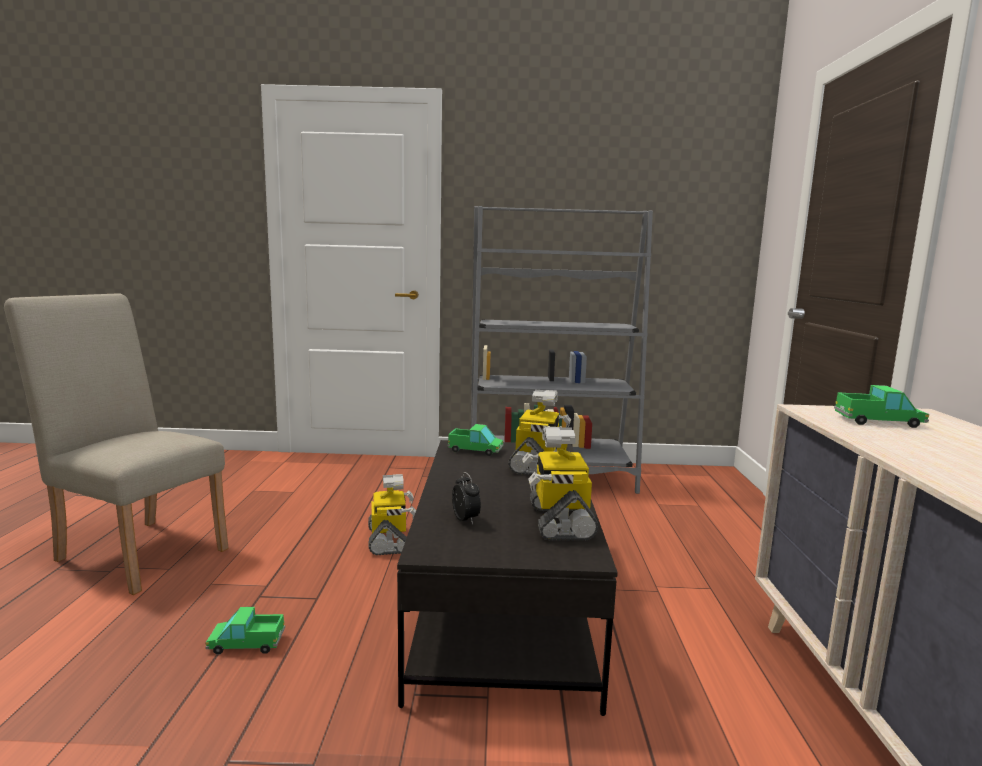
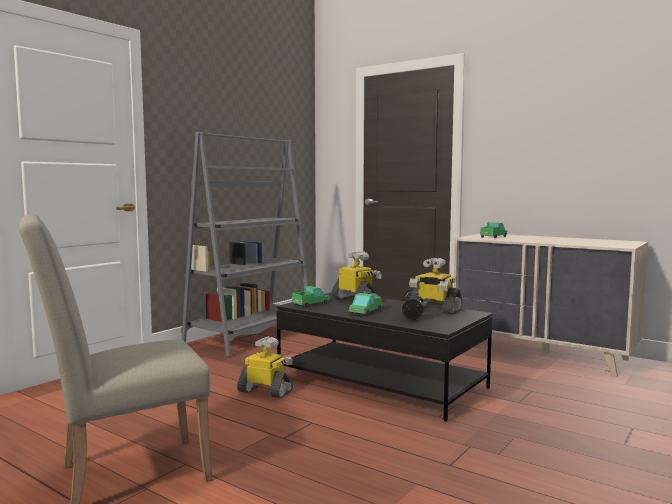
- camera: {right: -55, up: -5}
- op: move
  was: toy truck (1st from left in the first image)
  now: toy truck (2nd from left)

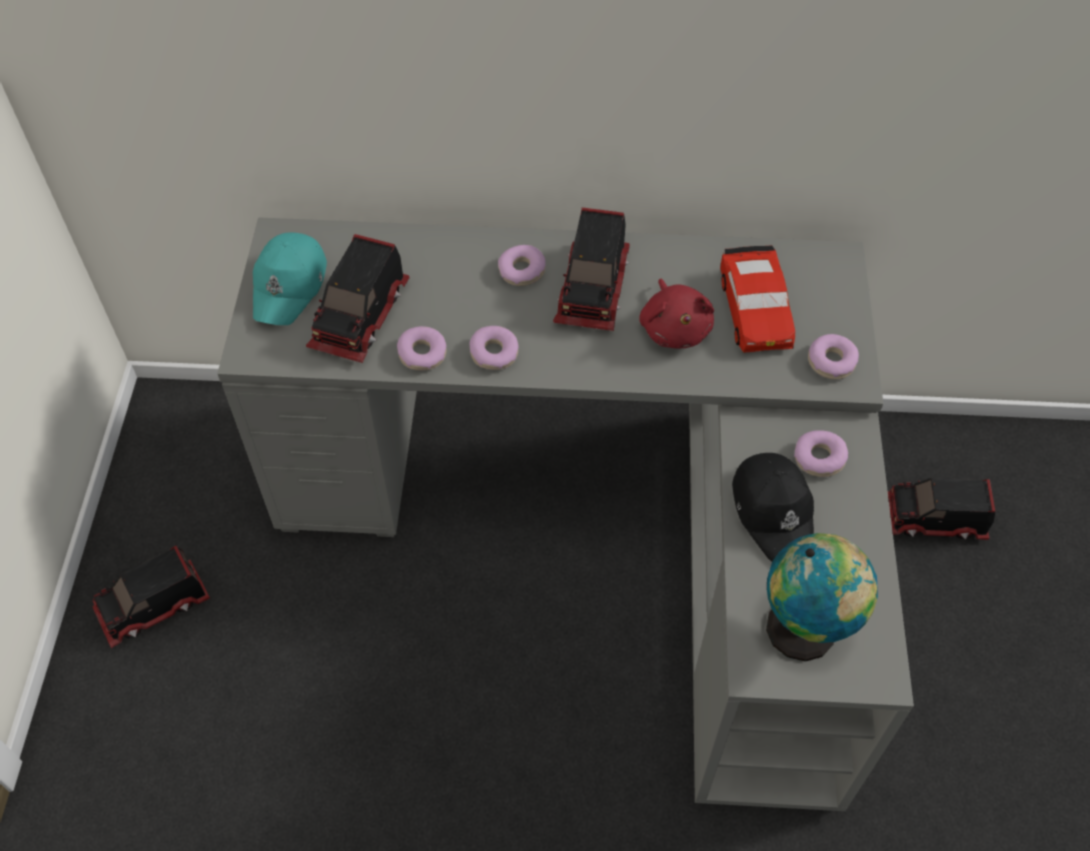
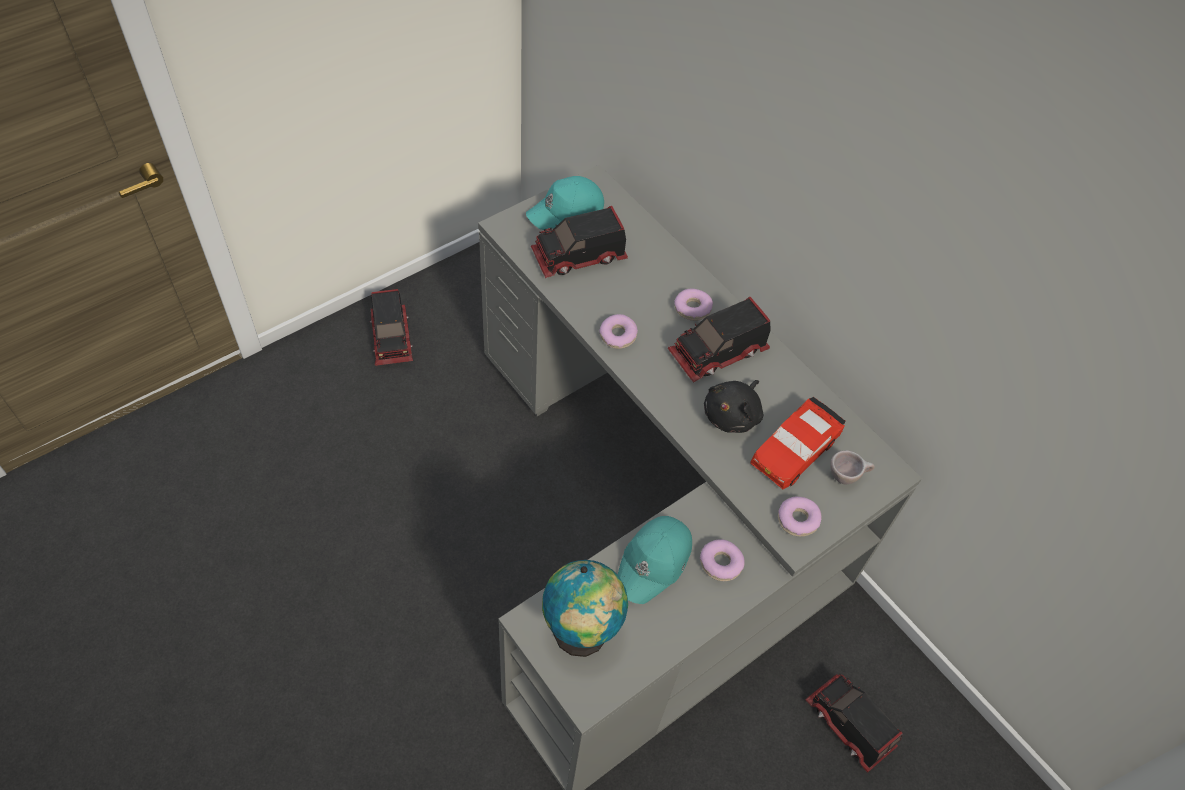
- camera: {right: 45, up: 0}
- op: rotate
  was: toy truck (1st from left)
  clockwise: -120
- op: recolor
  was: black cap
  now: turquoise cap (2nd from left)
- op: recolor
  was: red plush toy
  now: black plush toy
- op: insert
  now: beige cup
- op: delete
  was: donut (1st from left)

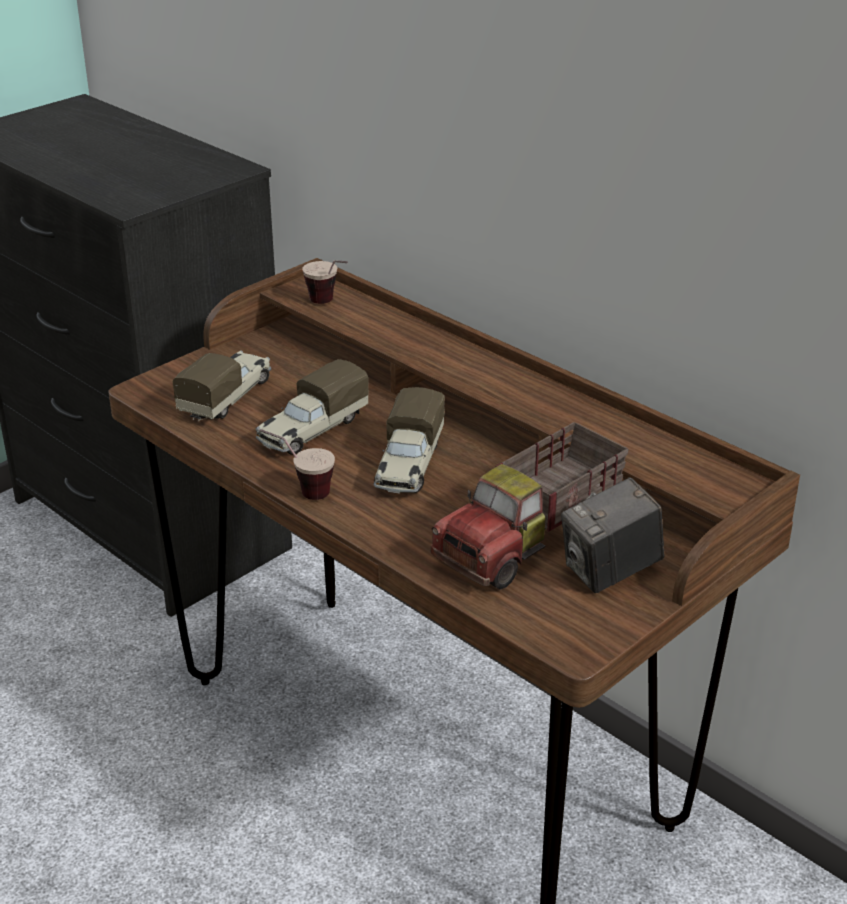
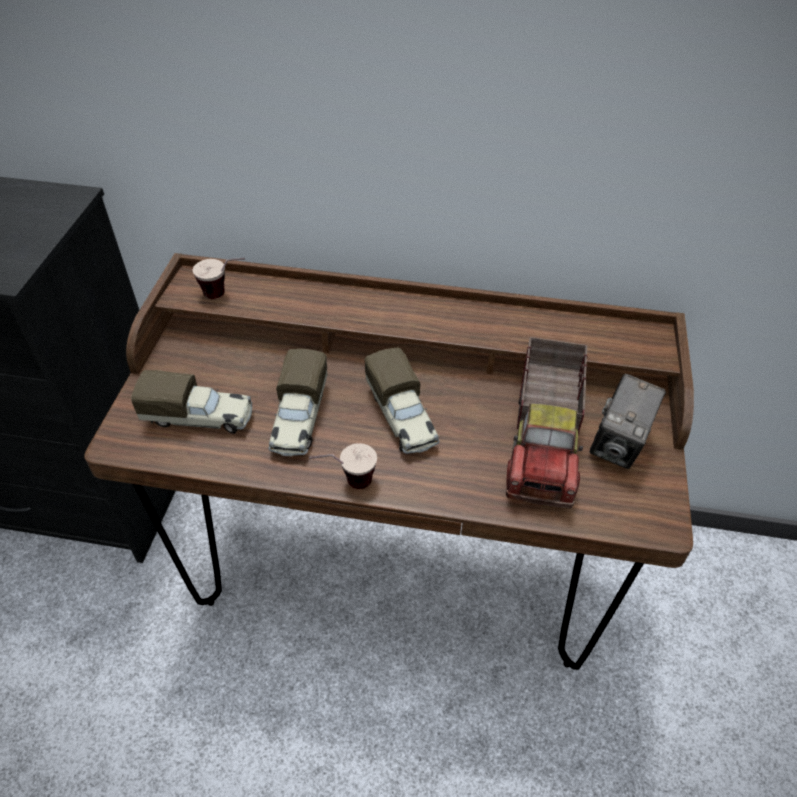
- camera: {right: -35, up: 15}
- op: rotate
  was: toy truck (1st from left)
  clockwise: 105

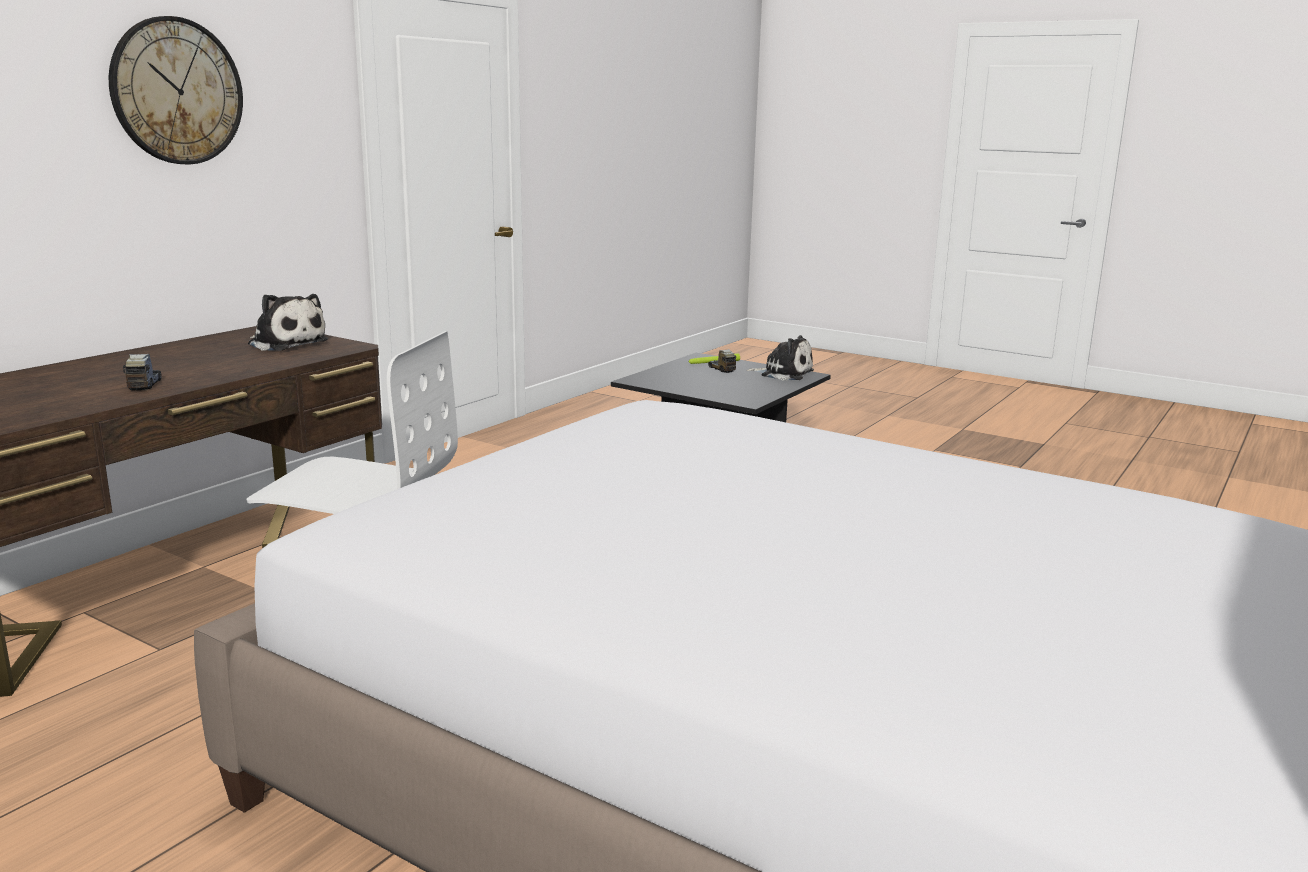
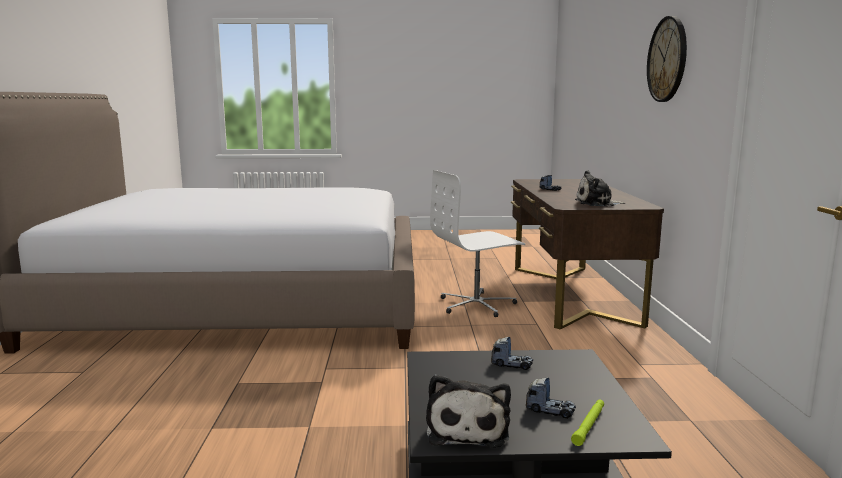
- camera: {right: 145, up: -5}
- op: rotate
  was: plush toy (2nd from left in the first image)
  clockwise: -75
- op: insert
  now: toy truck (1st from left)

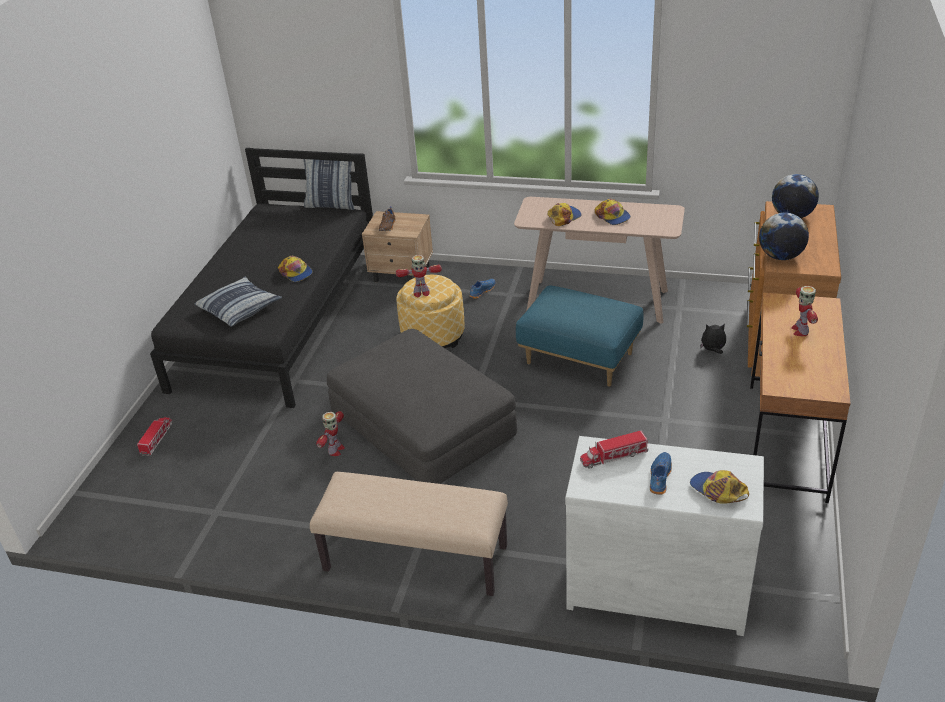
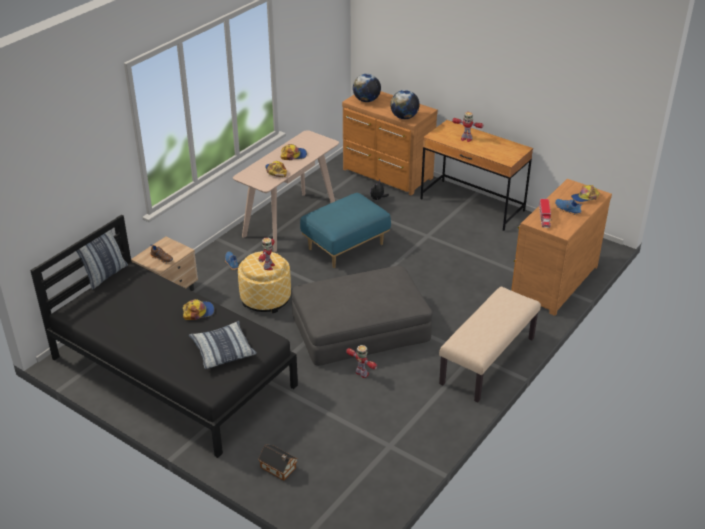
- camera: {right: -70, up: 0}
- op: replace
  was: toy truck (1st from left)
  now: toy house
- op: recolor
  was: white dresser
  now: brown dresser (2nd from left)

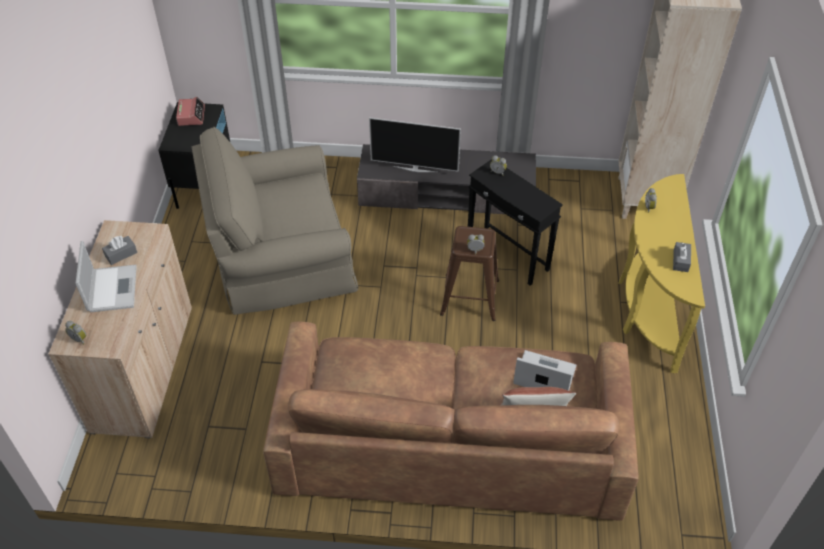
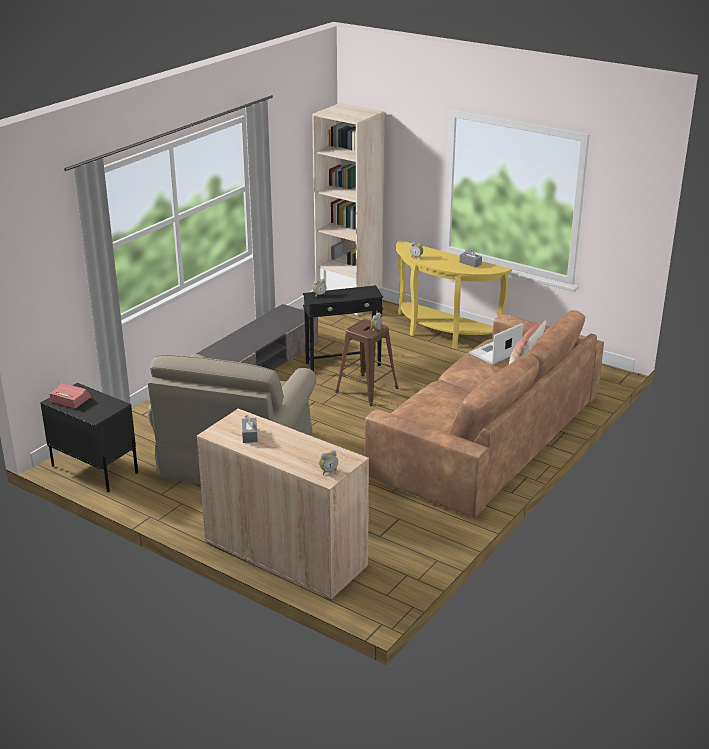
- camera: {right: -60, up: -20}
- op: delete
  was: laptop (1st from left)
- op: delete
  was: television

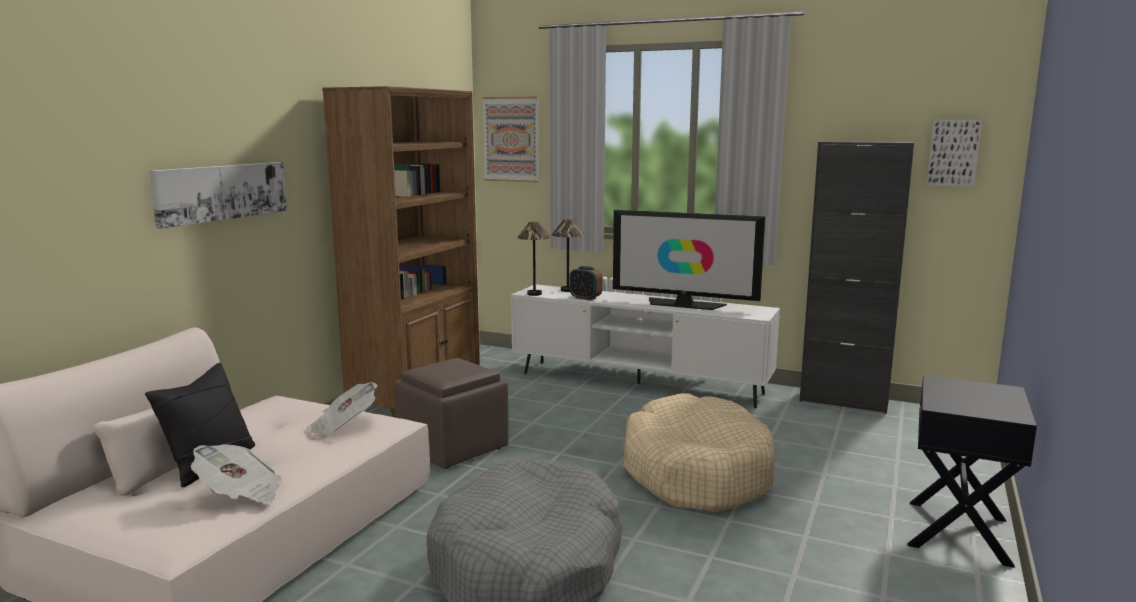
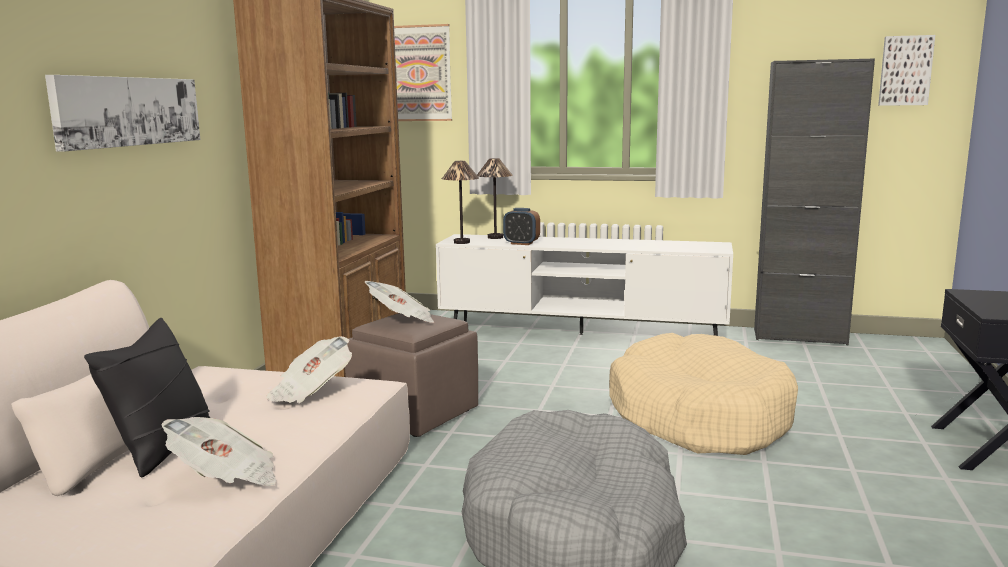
- camera: {right: -10, up: 0}
- op: insert
  now: newspaper (3rd from left)
- op: delete
  was: television

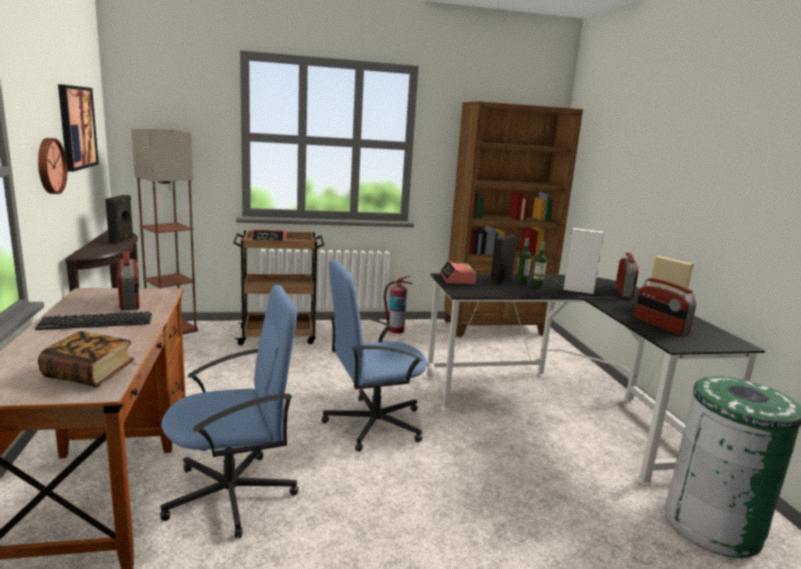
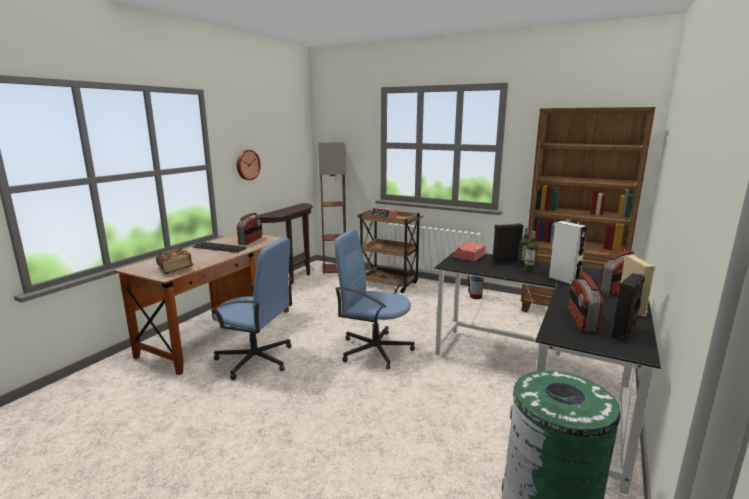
- camera: {right: 40, up: 0}
- op: move
  was: black speaker (1st from left in the first image)
  now: black speaker (2nd from left)
- op: delete
  was: picture

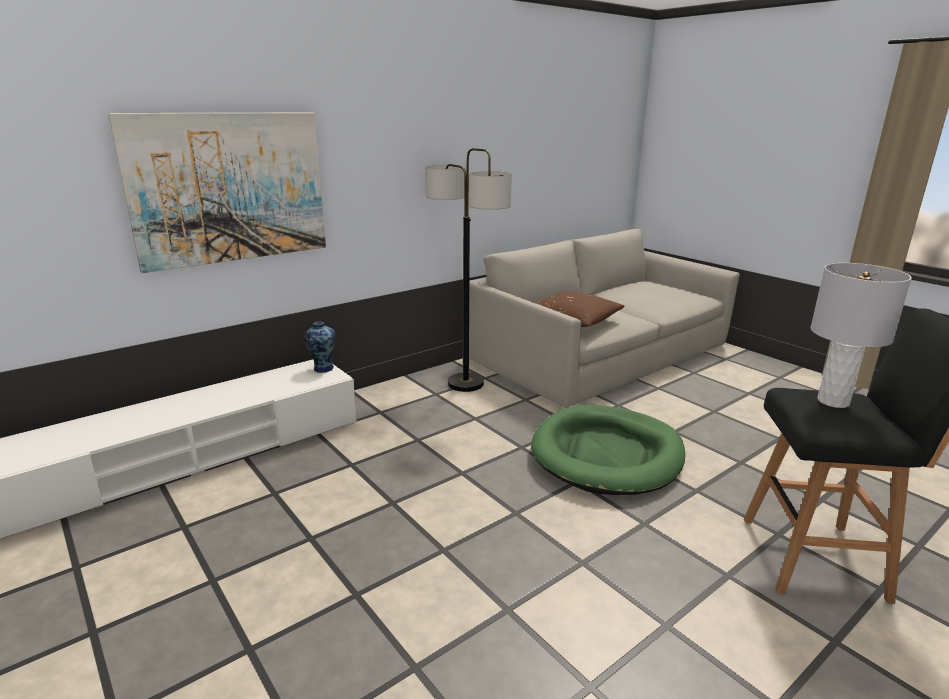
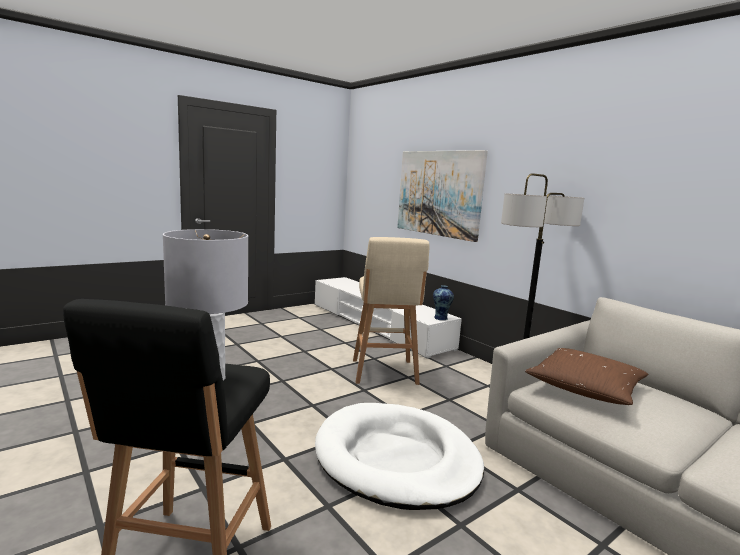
- camera: {right: 90, up: -10}
- op: recolor
  was: green dog bed
  now: white dog bed
- op: insert
  now: beige stool

